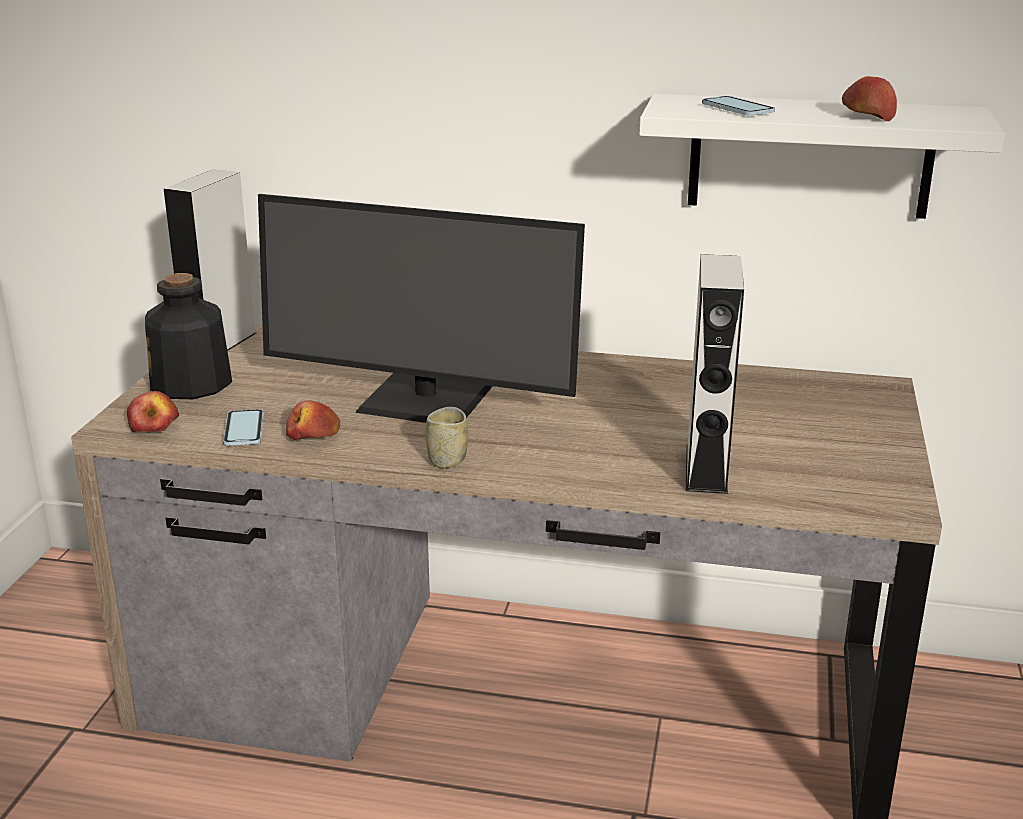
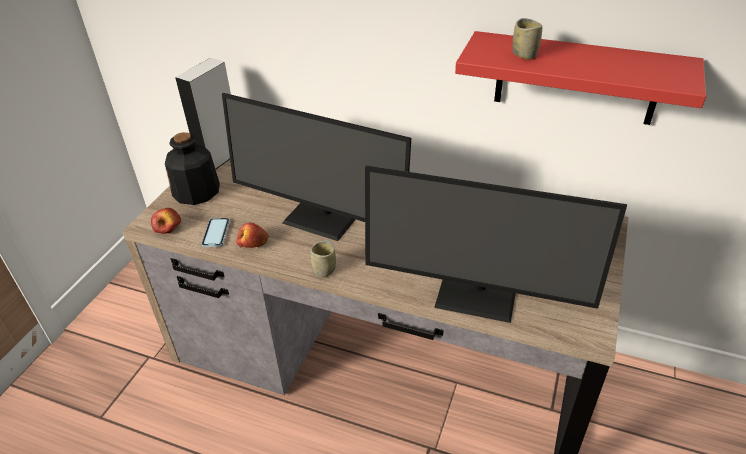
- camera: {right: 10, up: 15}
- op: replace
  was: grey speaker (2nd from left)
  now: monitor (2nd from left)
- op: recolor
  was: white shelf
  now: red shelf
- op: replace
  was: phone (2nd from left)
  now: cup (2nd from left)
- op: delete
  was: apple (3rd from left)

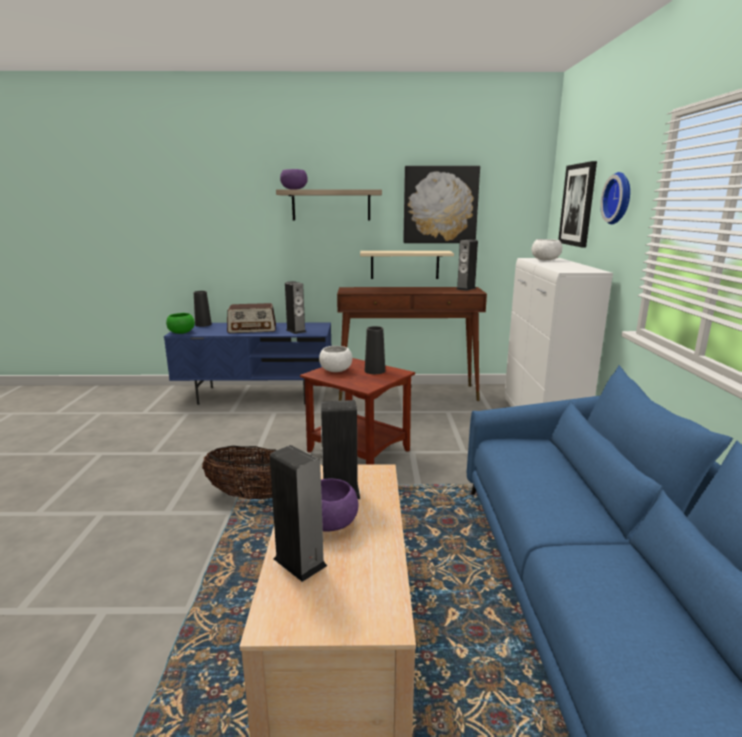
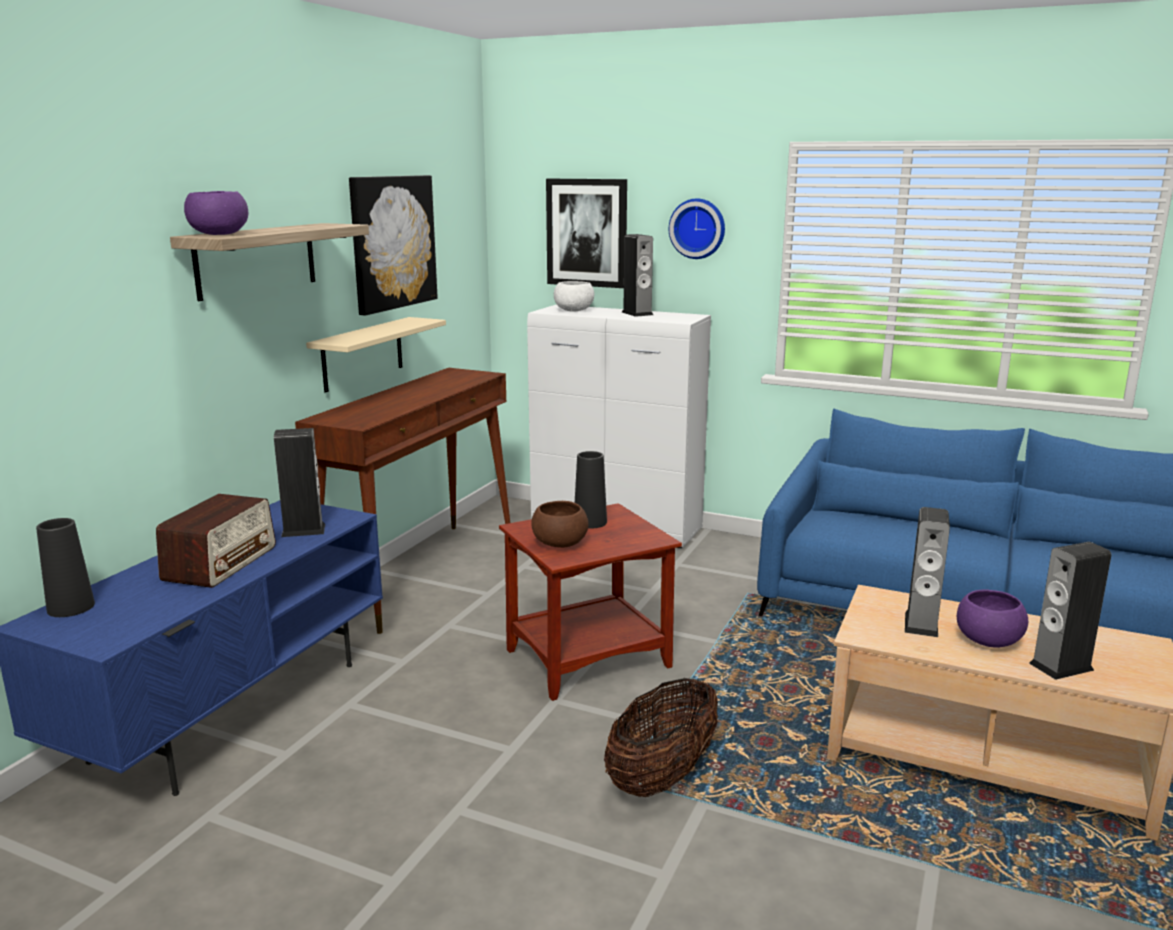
- camera: {right: -65, up: 0}
- op: recolor
  was: white bowl (1st from left)
  now: brown bowl
- op: move
  was: speaker (4th from left in the first image)
  now: speaker (2nd from left)
- op: delete
  was: green bowl

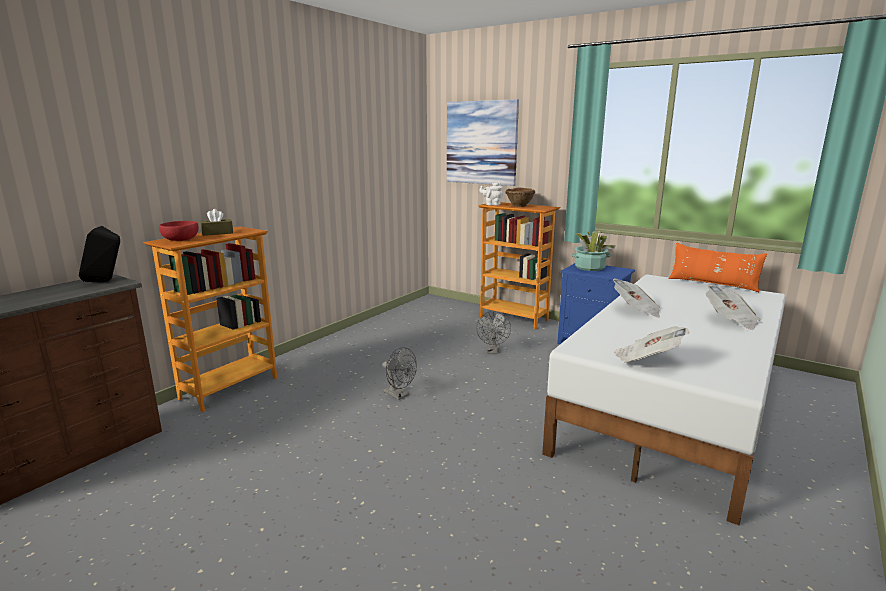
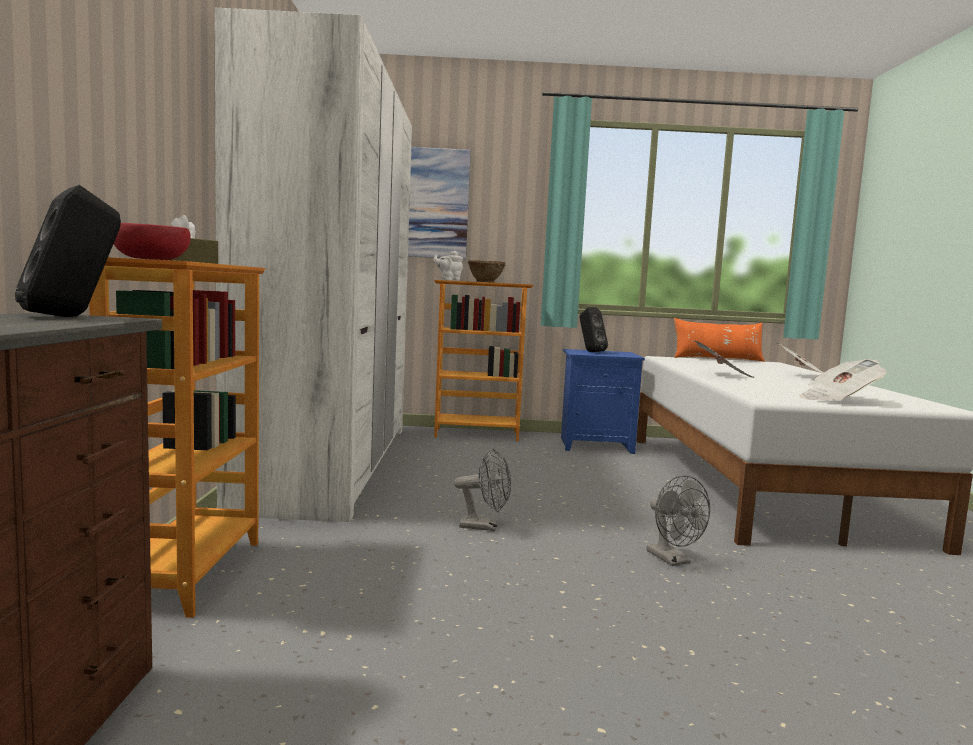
- camera: {right: -35, up: -10}
- op: insert
  now: white wardrobe
- op: replace
  was: potted plant
  now: black speaker (2nd from left)
- op: move
  was: grey fan (2nd from left)

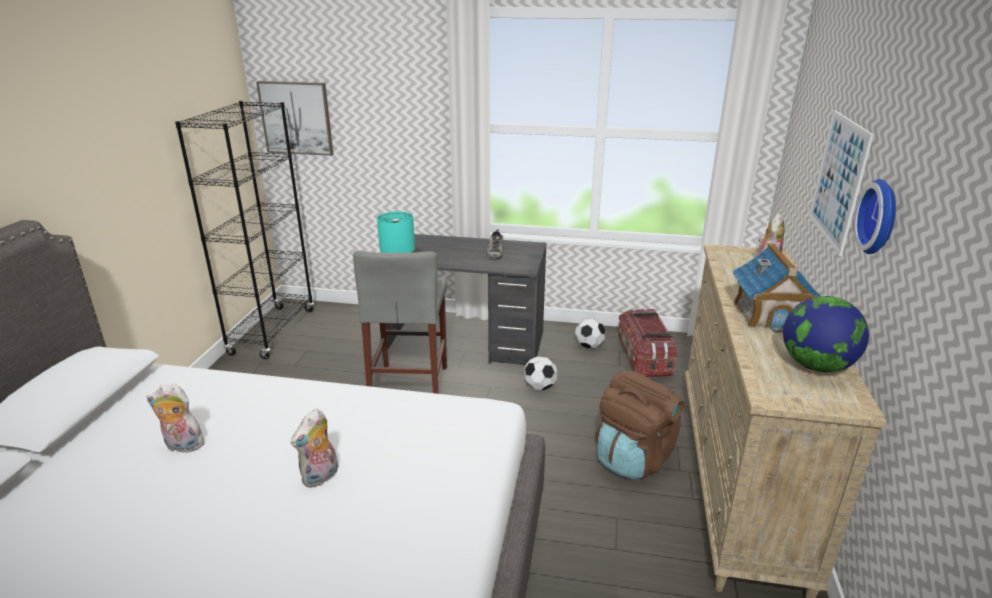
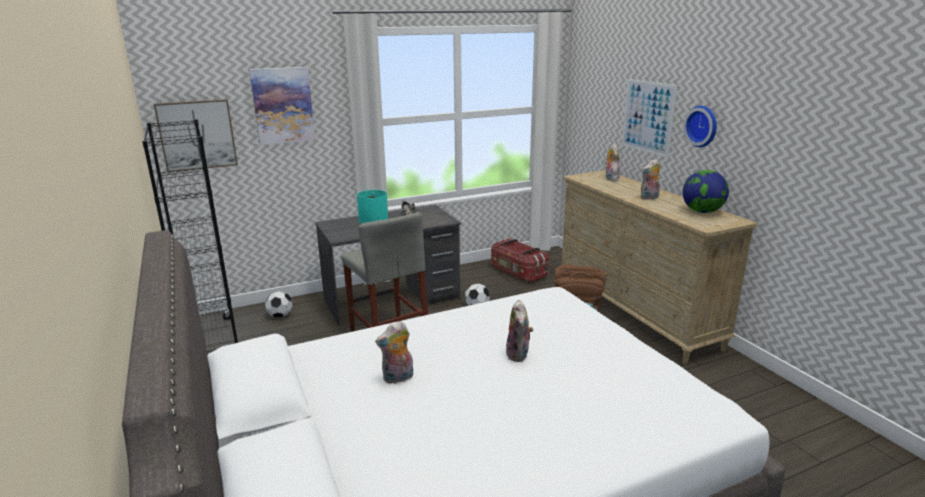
- camera: {right: -35, up: -5}
- op: insert
  now: picture (2nd from left)
- op: move
  was: football (2nd from left in the first image)
  now: football (1st from left)
- op: replace
  was: toy house
  now: plush toy (4th from left)

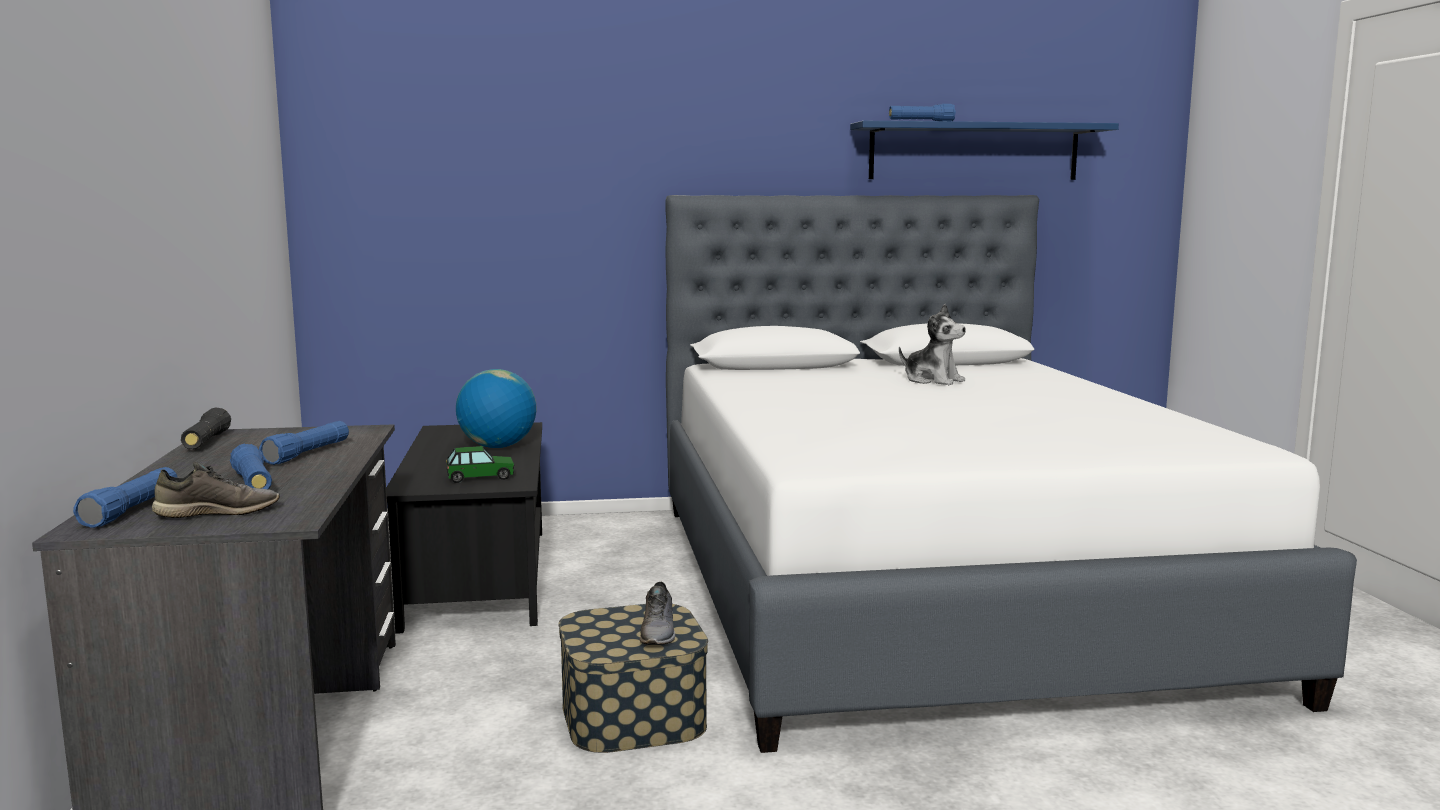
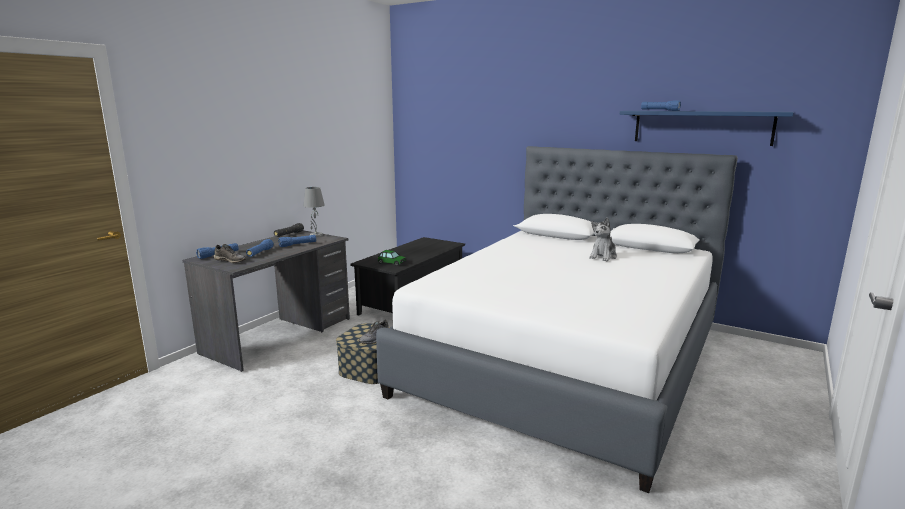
- camera: {right: 40, up: 5}
- op: insert
  now: grey table lamp
- op: rotate
  was: plush toy
  clockwise: 45
- op: delete
  was: globe

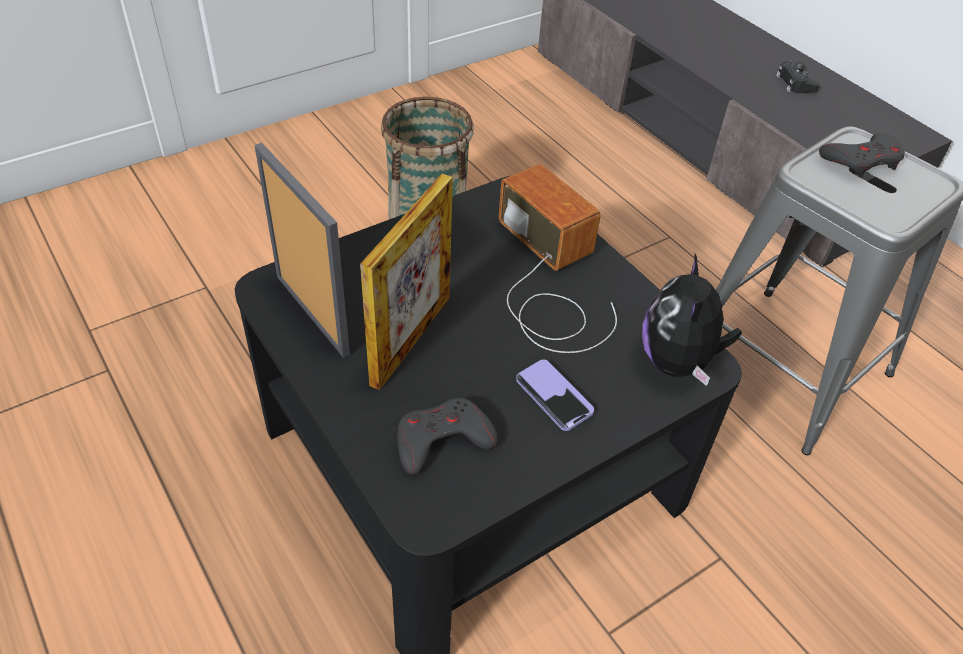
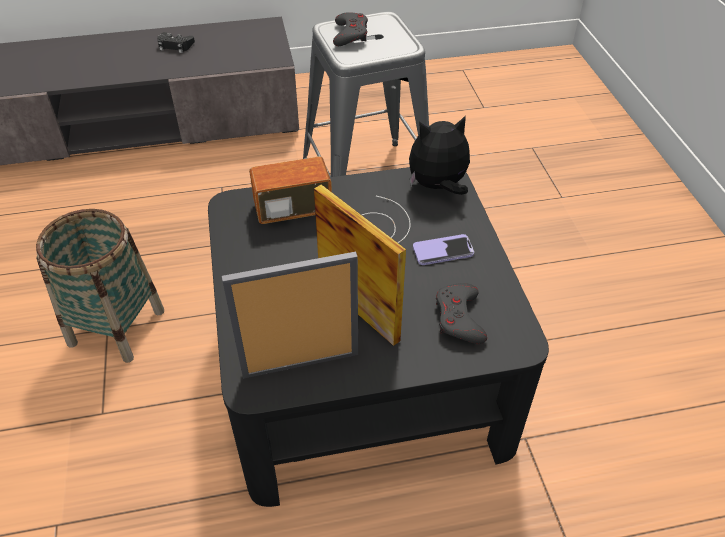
- camera: {right: -65, up: 0}
- op: rotate
  was: plush toy
  clockwise: 135

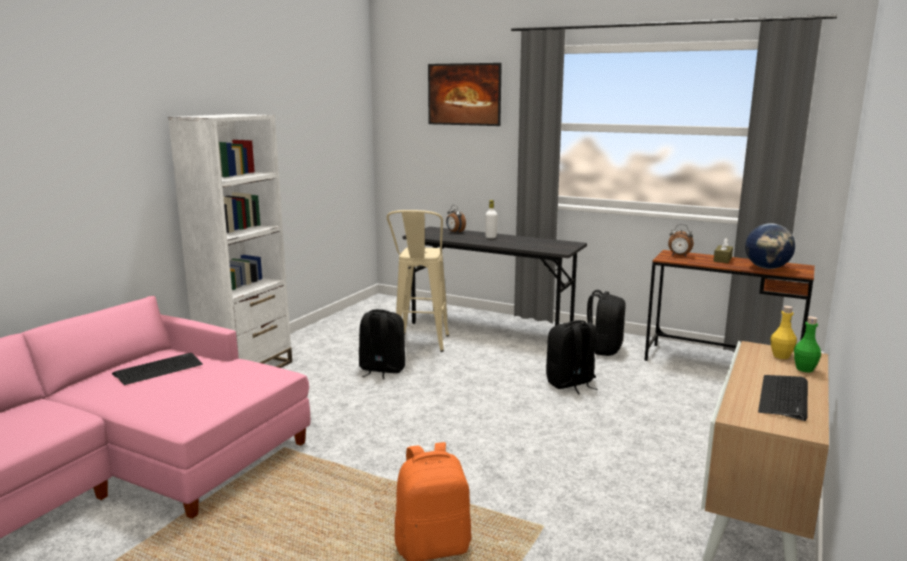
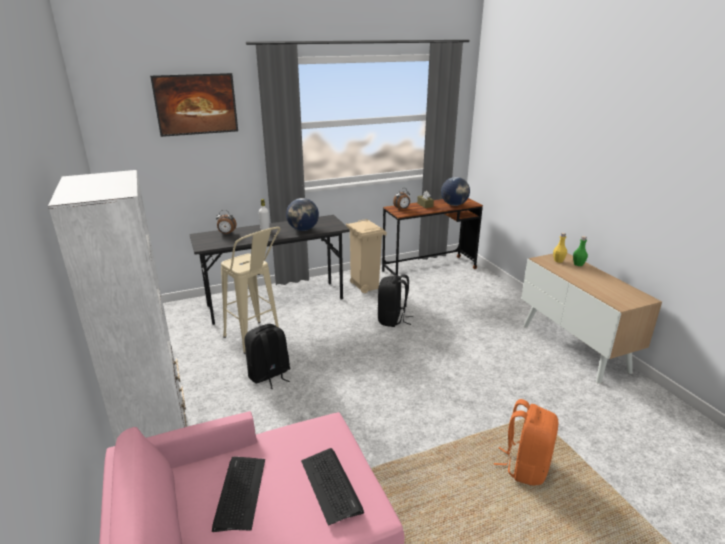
- camera: {right: -50, up: 10}
- op: insert
  now: globe (1st from left)
- op: move
  was: keyboard (2nd from left)
- op: replace
  was: black backpack (3rd from left)
  now: beige trash can

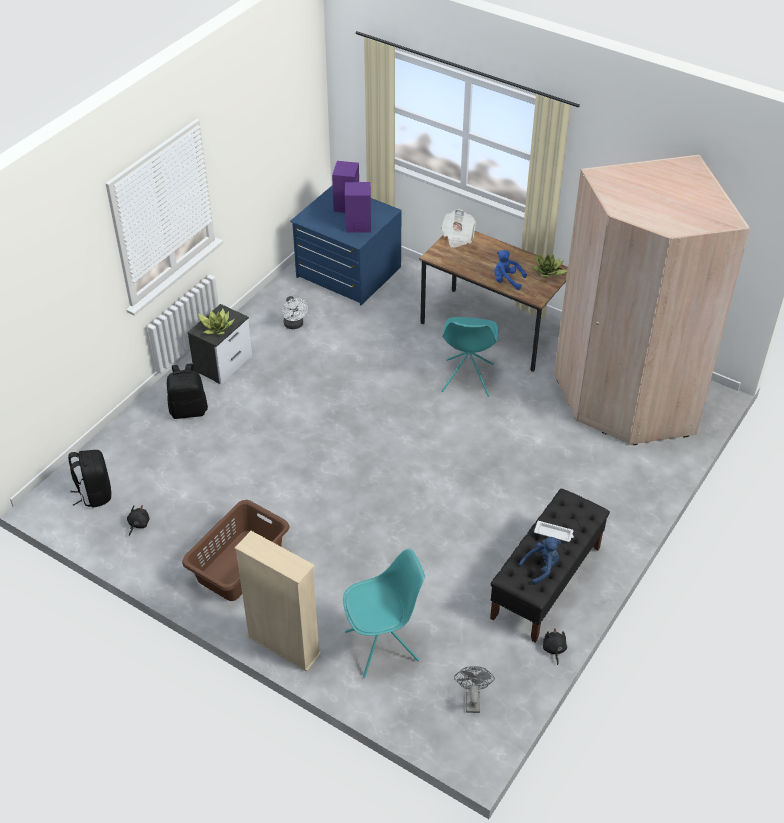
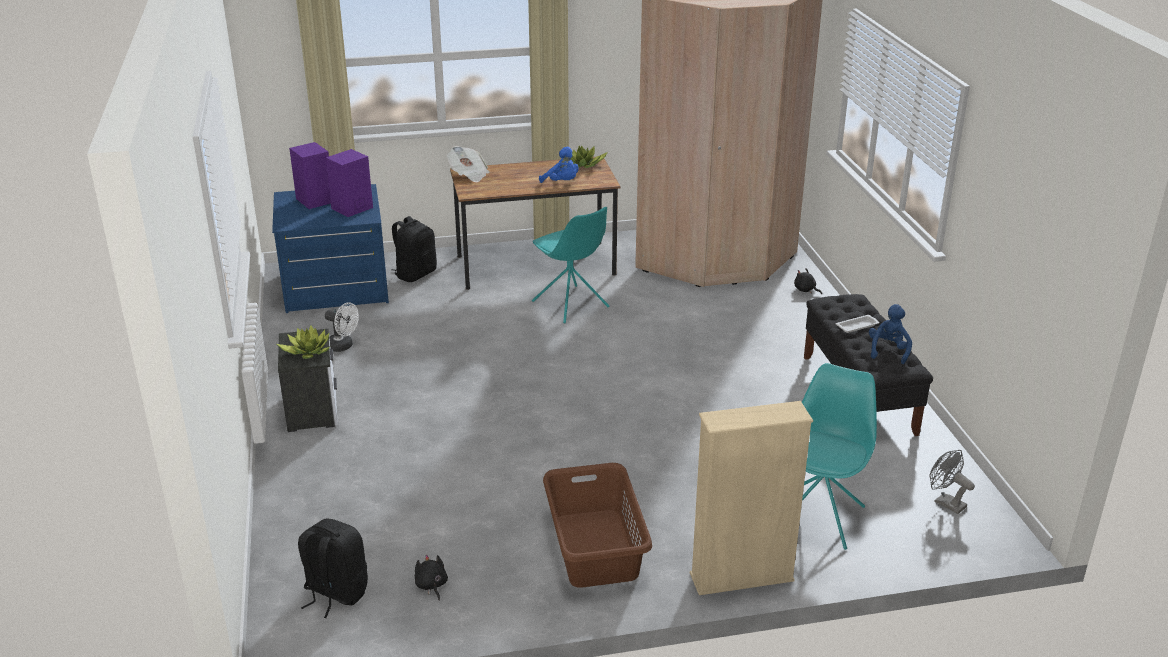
- camera: {right: -45, up: -15}
- op: move
  was: black backpack (2nd from left)
- op: rotate
  was: blue plush toy (1st from left)
  clockwise: -120
- op: move
  was: black plush toy (2nd from left)

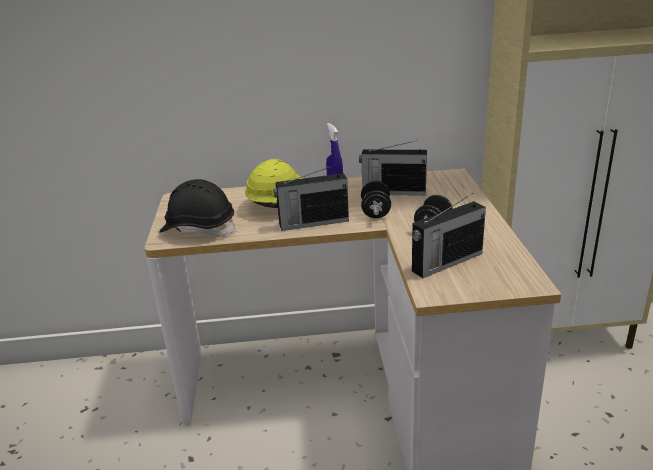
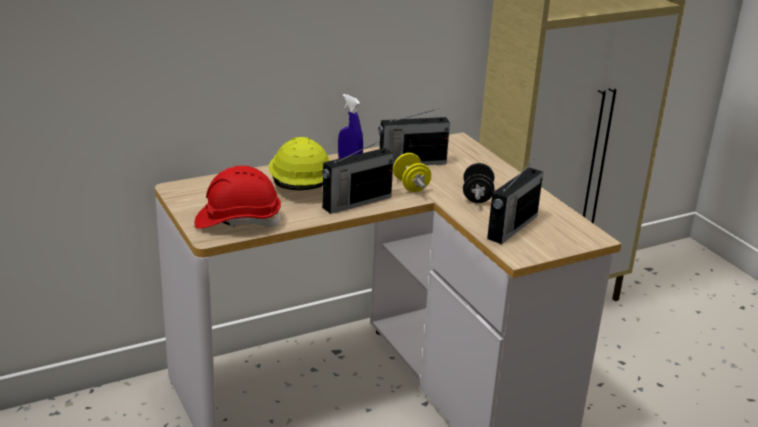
- camera: {right: -25, up: 0}
- op: recolor
  was: black hard hat
  now: red hard hat
- op: recolor
  was: black dumbbell (1st from left)
  now: yellow dumbbell

